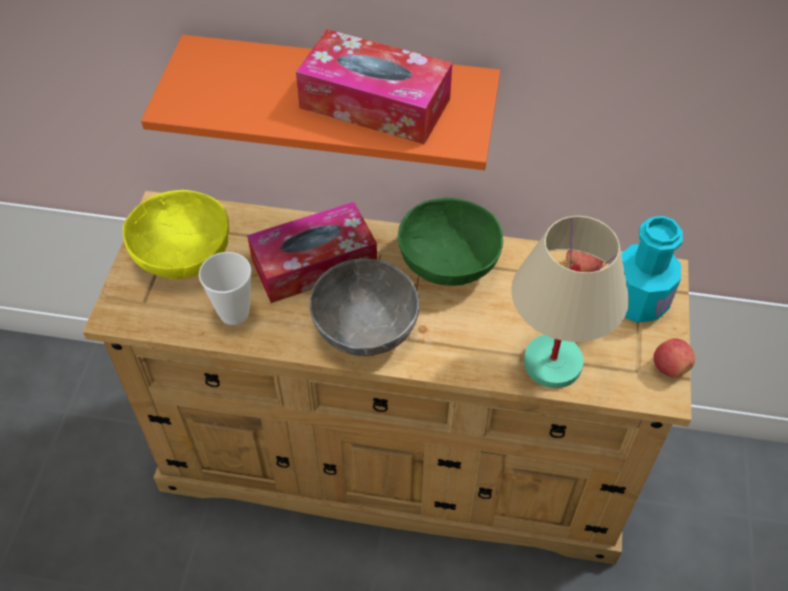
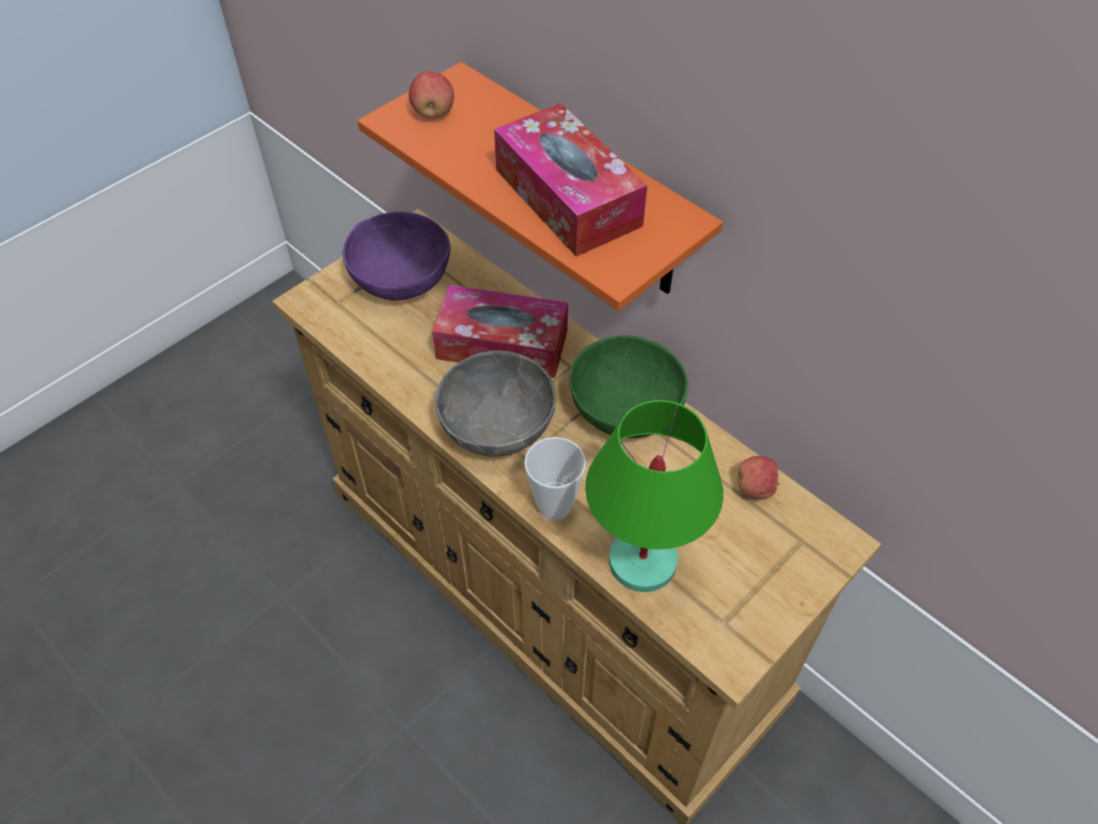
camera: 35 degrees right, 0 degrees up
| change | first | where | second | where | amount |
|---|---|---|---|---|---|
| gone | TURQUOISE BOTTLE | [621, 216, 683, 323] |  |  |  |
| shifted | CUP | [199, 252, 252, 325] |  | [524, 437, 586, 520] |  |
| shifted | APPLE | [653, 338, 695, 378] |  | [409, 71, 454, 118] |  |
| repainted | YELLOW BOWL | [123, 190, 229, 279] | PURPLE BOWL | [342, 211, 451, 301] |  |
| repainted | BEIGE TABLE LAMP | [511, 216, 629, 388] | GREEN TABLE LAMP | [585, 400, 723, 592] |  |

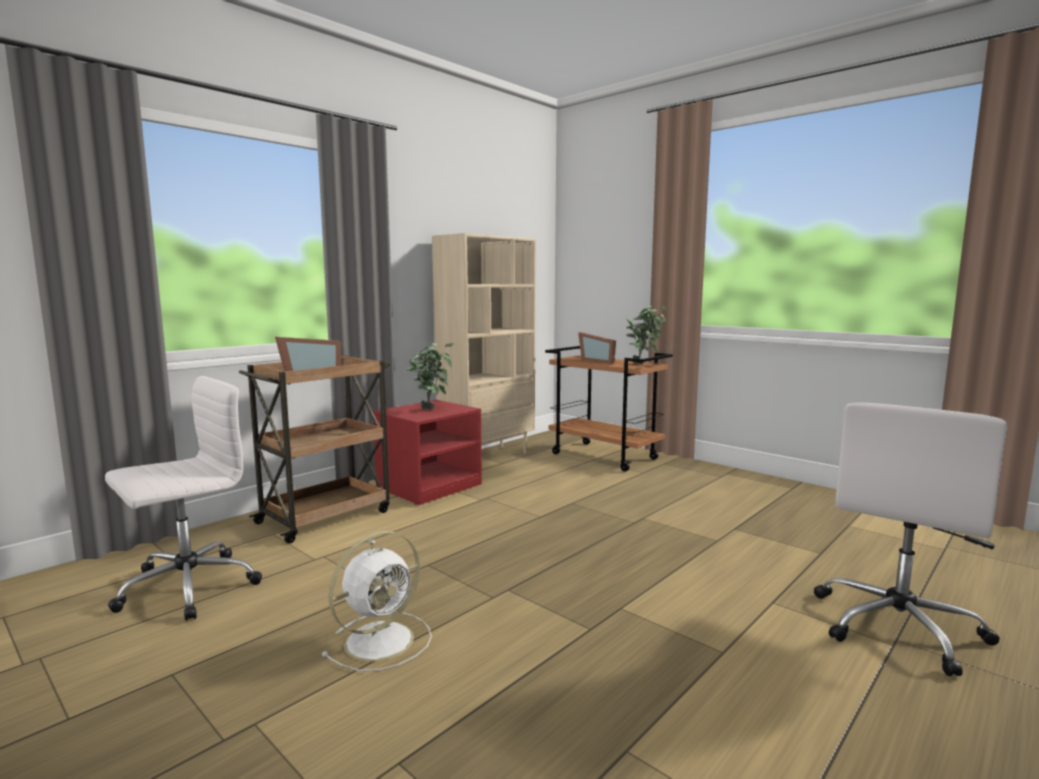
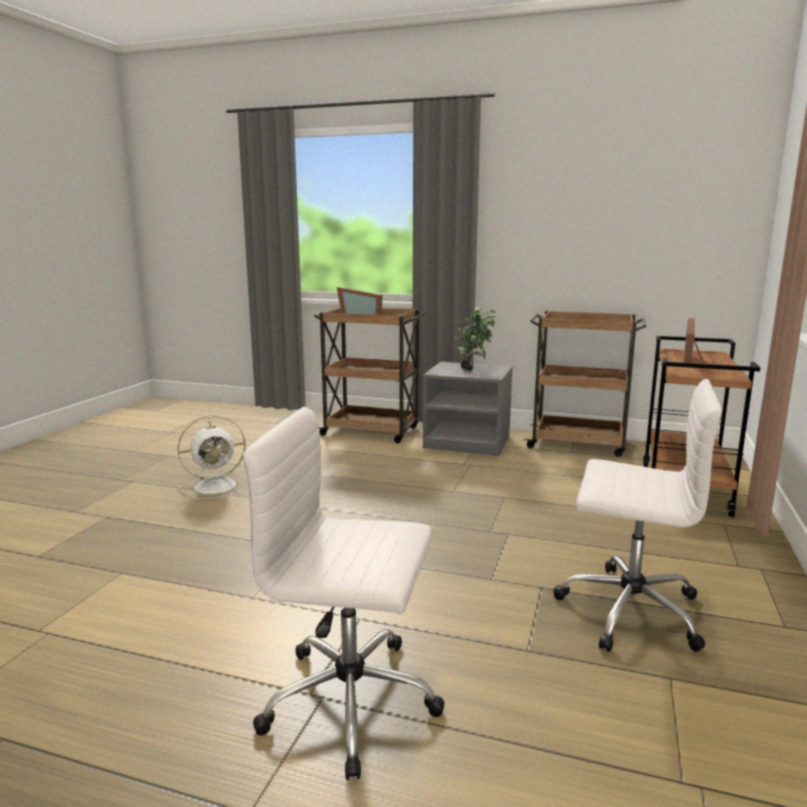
camera: 65 degrees right, 5 degrees up
| change | first | where | second | where | amount |
|---|---|---|---|---|---|
| gone | POTTED PLANT | [626, 305, 667, 364] |  |  |  |
| shifted | WHITE OFFICE CHAIR | [105, 376, 262, 621] |  | [553, 379, 722, 652] |  |
| swapped | BEIGE BOOKCASE | [432, 233, 536, 454] | BROWN CART | [524, 311, 647, 457] |  |
| repainted | RED NIGHTSTAND | [373, 400, 482, 505] | GREY NIGHTSTAND | [423, 362, 513, 456] |  |
| rotated | WHITE FAN | [321, 531, 432, 672] |  | [178, 415, 248, 499] | 45 degrees counterclockwise |

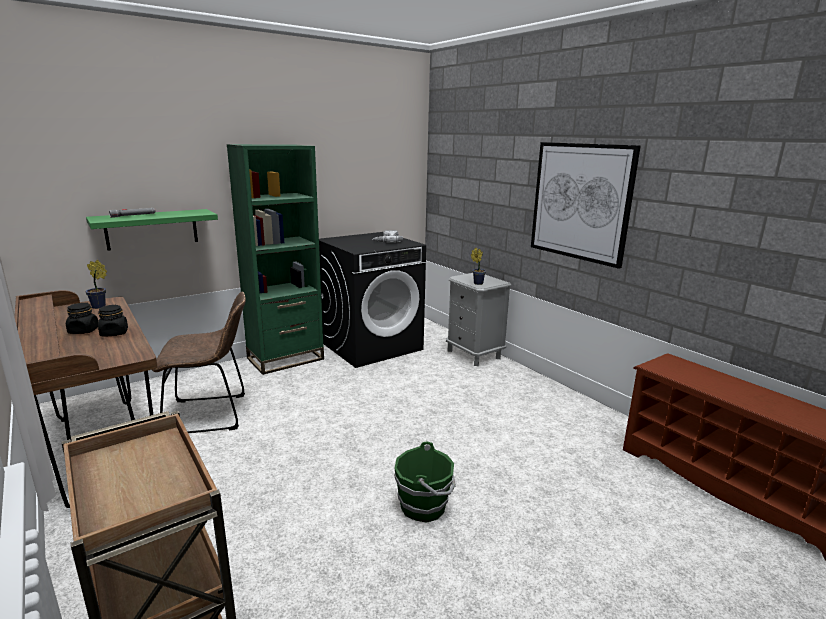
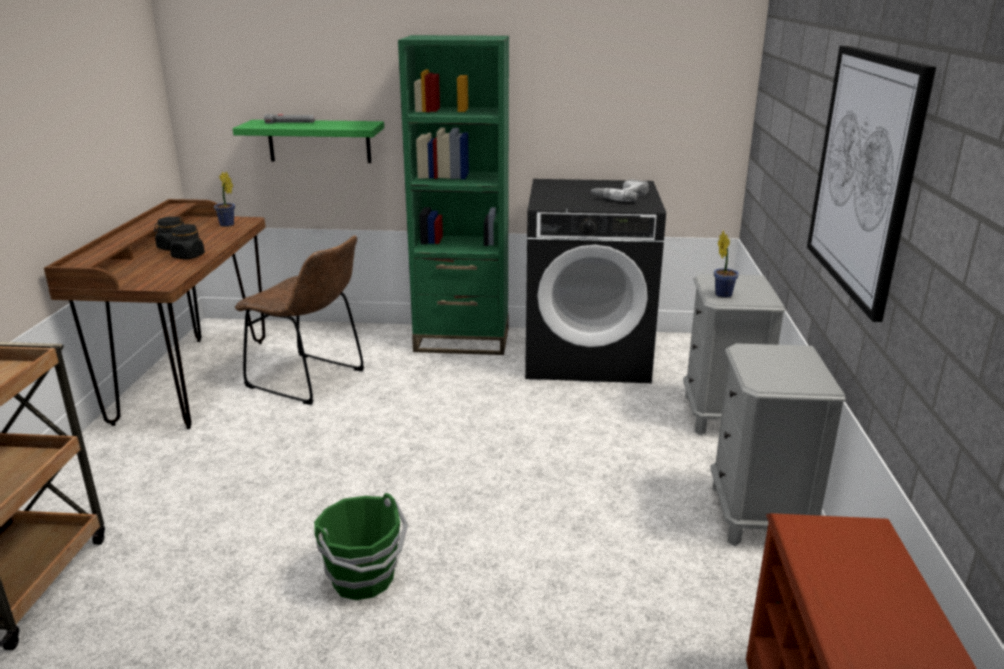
camera: 40 degrees right, 5 degrees up
| change | first | where | second | where | amount |
|---|---|---|---|---|---|
| new |  |  | GREY NIGHTSTAND | [710, 343, 846, 546] |  |

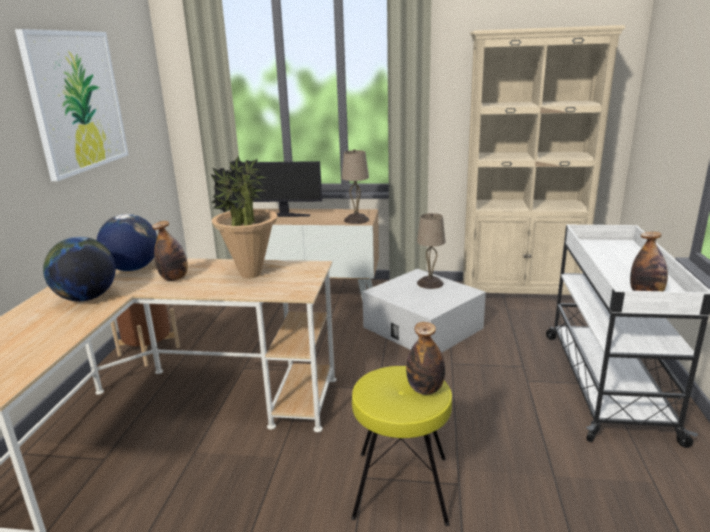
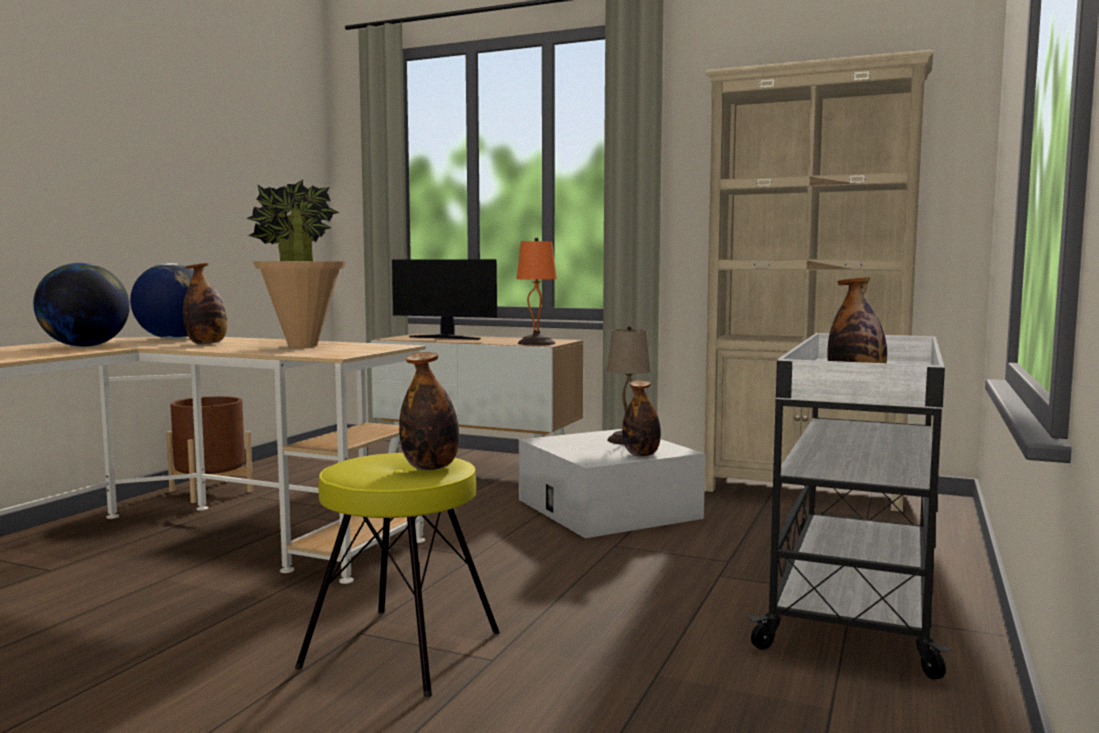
camera: 15 degrees right, 15 degrees down
| change | first | where | second | where | amount |
|---|---|---|---|---|---|
| gone | PICTURE | [15, 29, 128, 181] |  |  |  |
| new |  |  | BOTTLE | [622, 380, 661, 456] |  |
| repainted | BEIGE TABLE LAMP | [342, 149, 369, 224] | ORANGE TABLE LAMP | [517, 238, 557, 345] |  |

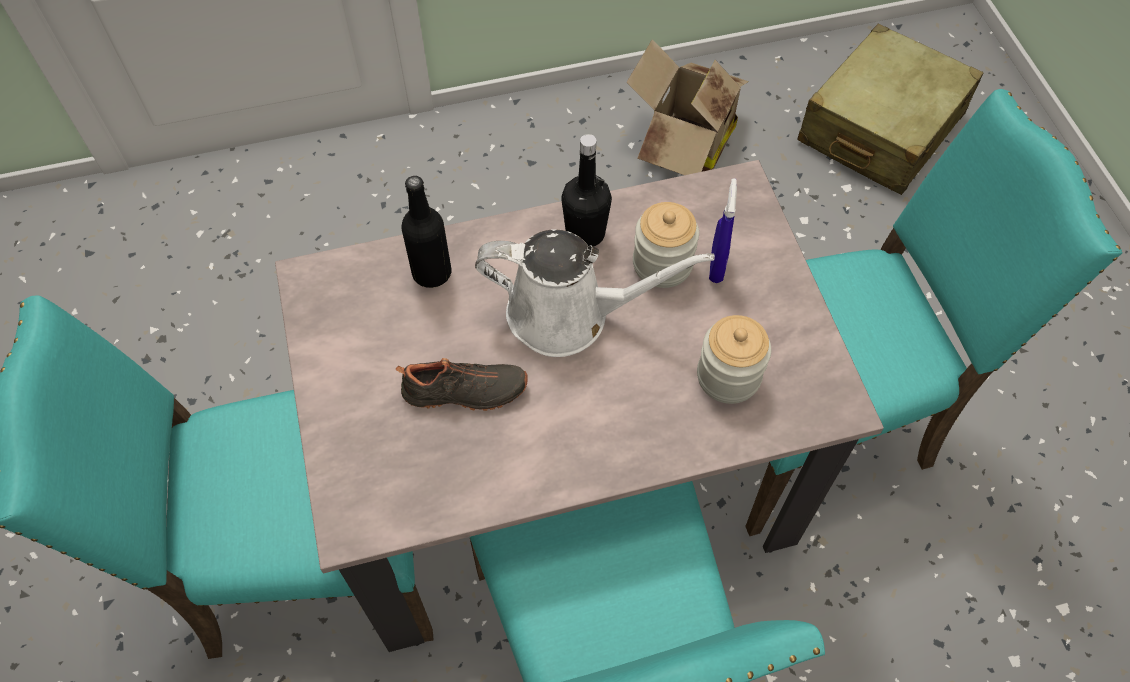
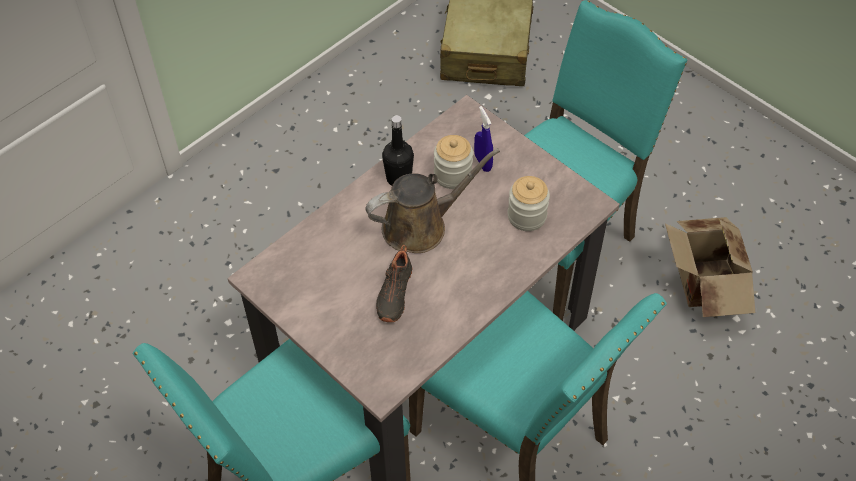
camera: 30 degrees left, 5 degrees down
| change | first | where | second | where | amount |
|---|---|---|---|---|---|
| gone | BLACK BOTTLE | [401, 176, 451, 288] |  |  |  |
| shifted | CARDBOARD BOX | [627, 39, 749, 175] |  | [665, 217, 755, 317] |  |
| repainted | WHITE WATERING CAN | [475, 229, 715, 357] | BROWN WATERING CAN | [365, 148, 500, 253] |  |
| rotated | BLACK SHOE | [395, 358, 528, 411] |  | [376, 245, 413, 322] | 135 degrees clockwise |

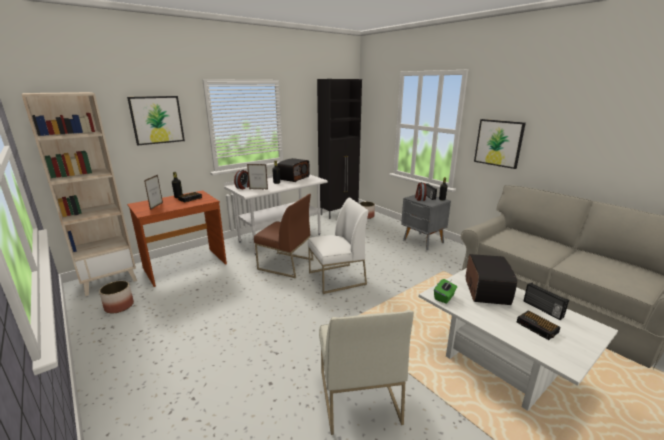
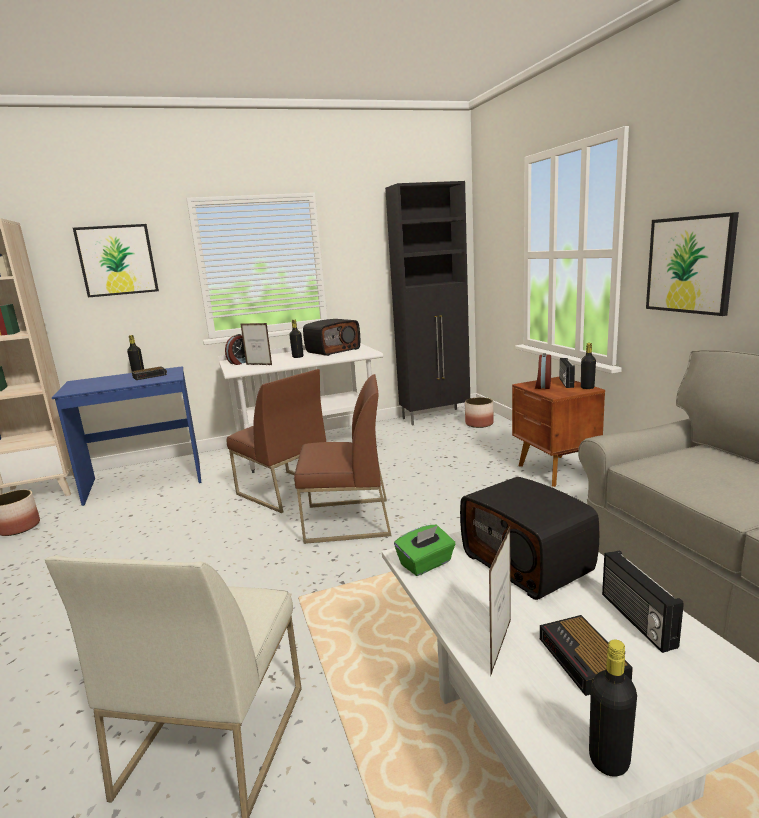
camera: 20 degrees right, 5 degrees down
| change | first | where | second | where | amount |
|---|---|---|---|---|---|
| new |  |  | BLACK BOTTLE | [589, 640, 637, 777] |  |
| shifted | PICTURE FRAME | [144, 175, 163, 210] |  | [489, 526, 511, 675] |  |
| repainted | BROWN DESK | [127, 191, 227, 287] | BLUE DESK | [52, 366, 201, 506] |  |
| repainted | WHITE CHAIR | [308, 197, 369, 294] | BROWN CHAIR | [294, 374, 391, 544] |  |
| repainted | GREY NIGHTSTAND | [401, 195, 451, 250] | BROWN NIGHTSTAND | [512, 377, 605, 487] |  |
| rotated | RADIO | [466, 254, 517, 305] |  | [460, 477, 599, 600] | 120 degrees clockwise |

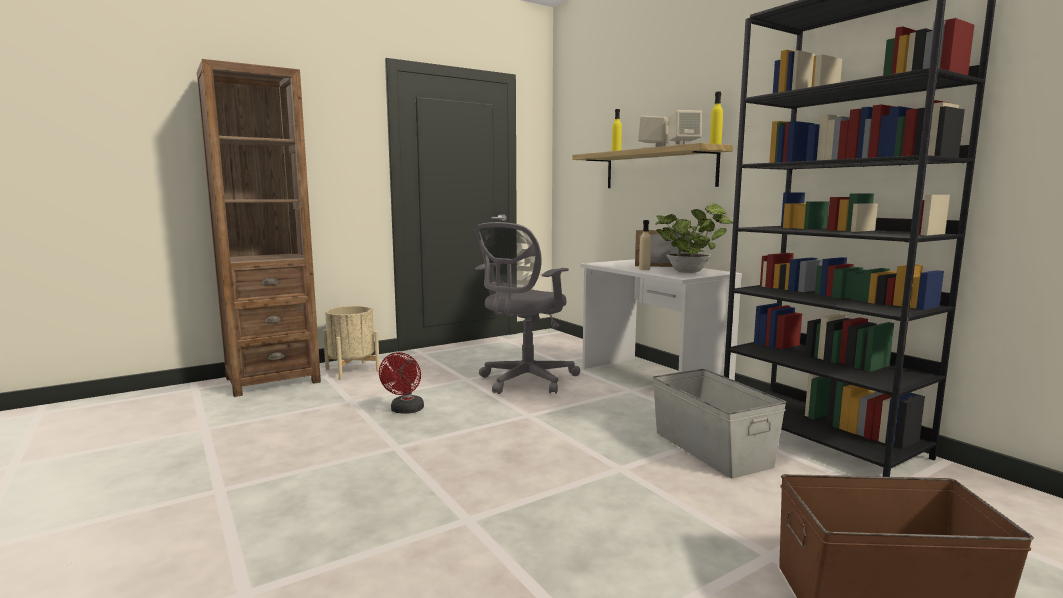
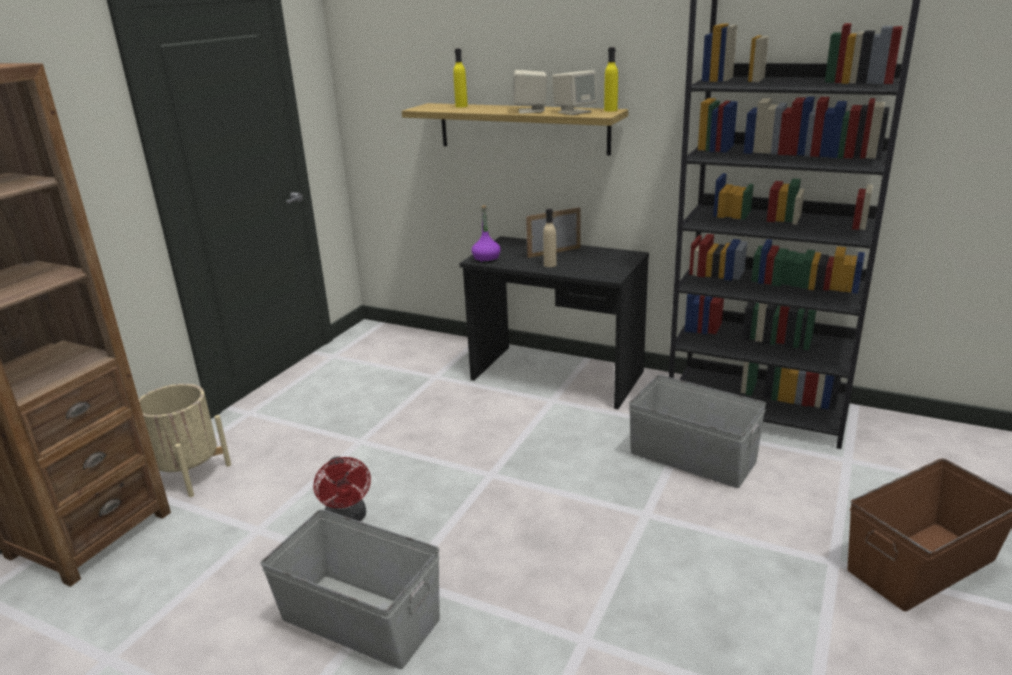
camera: 30 degrees left, 15 degrees up
| change | first | where | second | where | amount |
|---|---|---|---|---|---|
| gone | GREY OFFICE CHAIR | [475, 222, 580, 394] |  |  |  |
| gone | POTTED PLANT | [655, 204, 733, 273] |  |  |  |
| new |  |  | GREY STORAGE BOX | [260, 509, 440, 669] |  |
| new |  |  | PURPLE BOTTLE | [472, 205, 501, 263] |  |
| repainted | WHITE DESK | [580, 259, 742, 381] | BLACK DESK | [460, 236, 649, 409] |  |

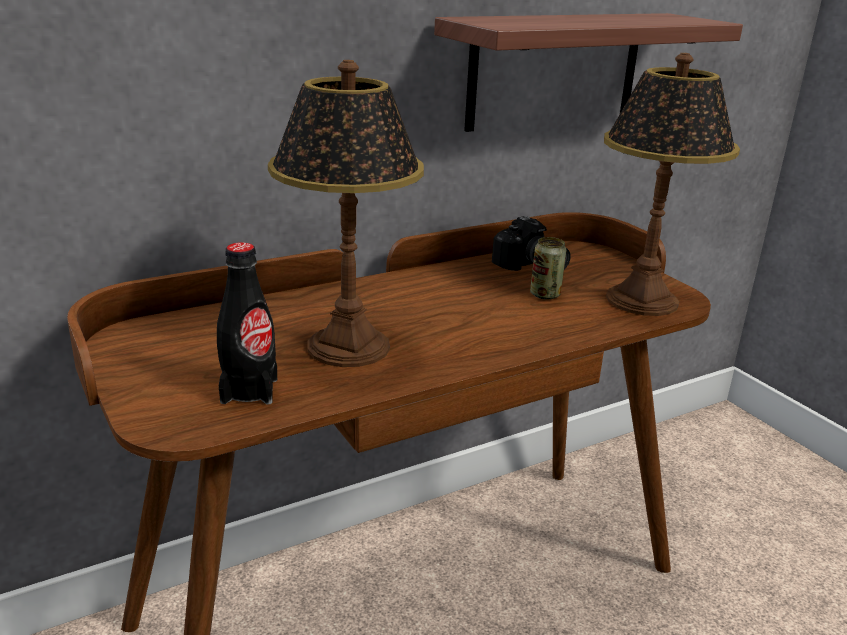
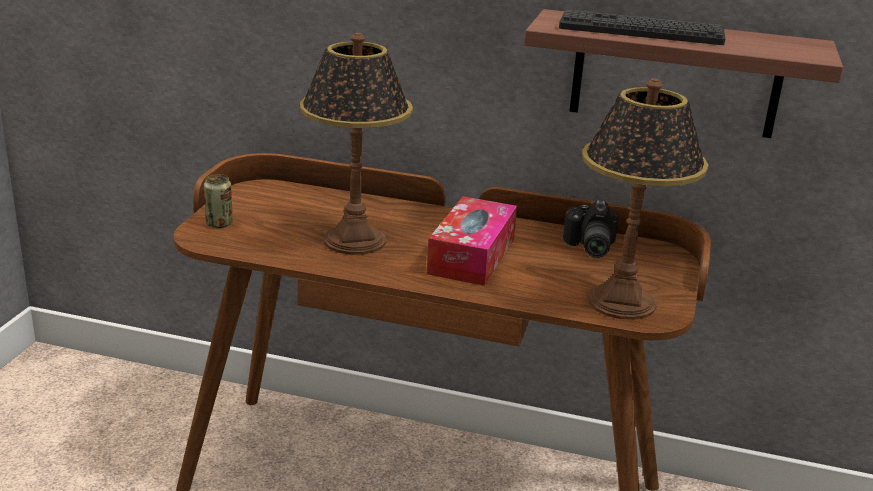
camera: 45 degrees right, 0 degrees up
| change | first | where | second | where | amount |
|---|---|---|---|---|---|
| gone | BLACK BOTTLE | [217, 242, 277, 404] |  |  |  |
| new |  |  | TISSUE BOX | [427, 196, 517, 286] |  |
| new |  |  | KEYBOARD | [559, 10, 726, 45] |  |
| shifted | CAN | [530, 237, 566, 300] |  | [204, 174, 233, 228] |  |

